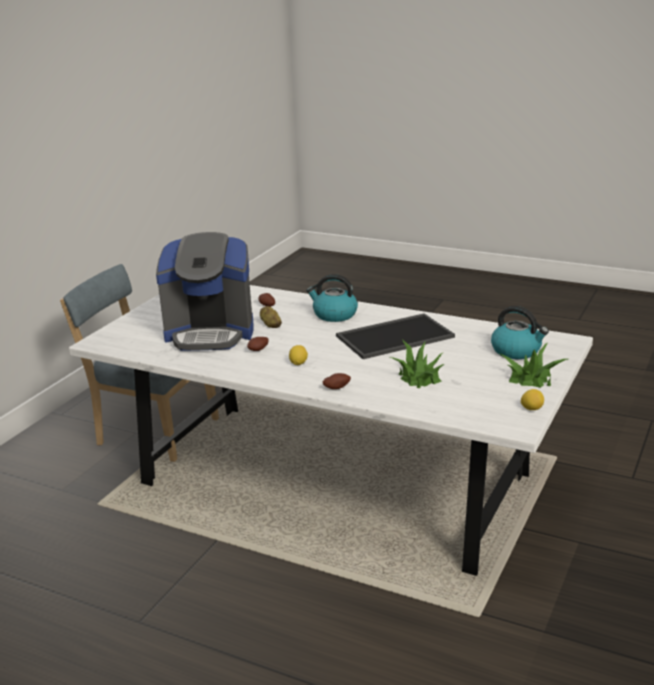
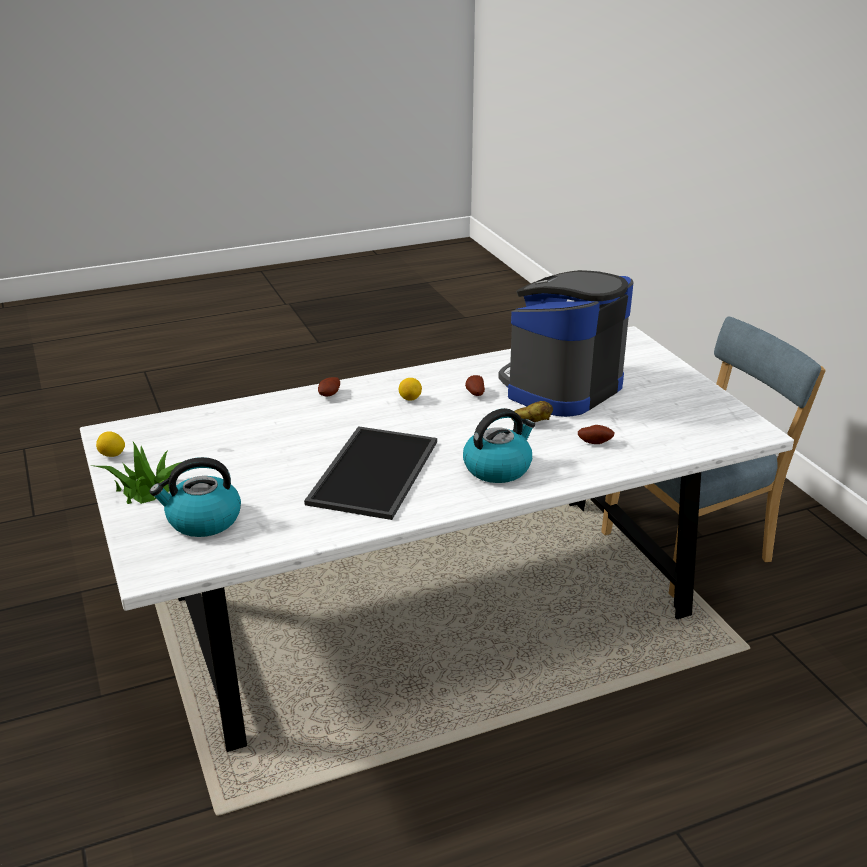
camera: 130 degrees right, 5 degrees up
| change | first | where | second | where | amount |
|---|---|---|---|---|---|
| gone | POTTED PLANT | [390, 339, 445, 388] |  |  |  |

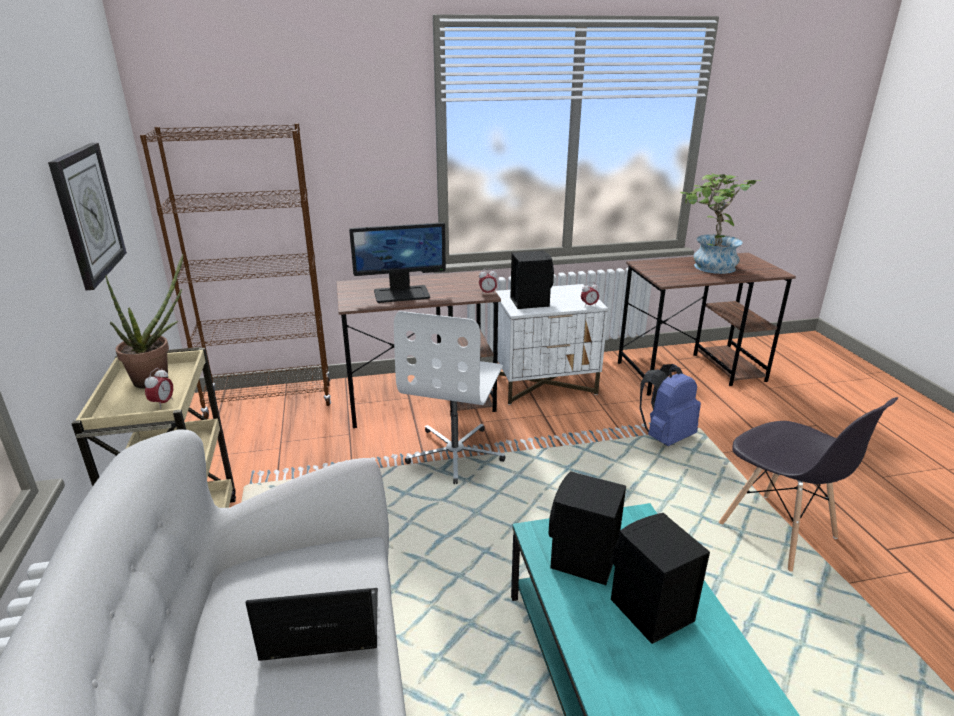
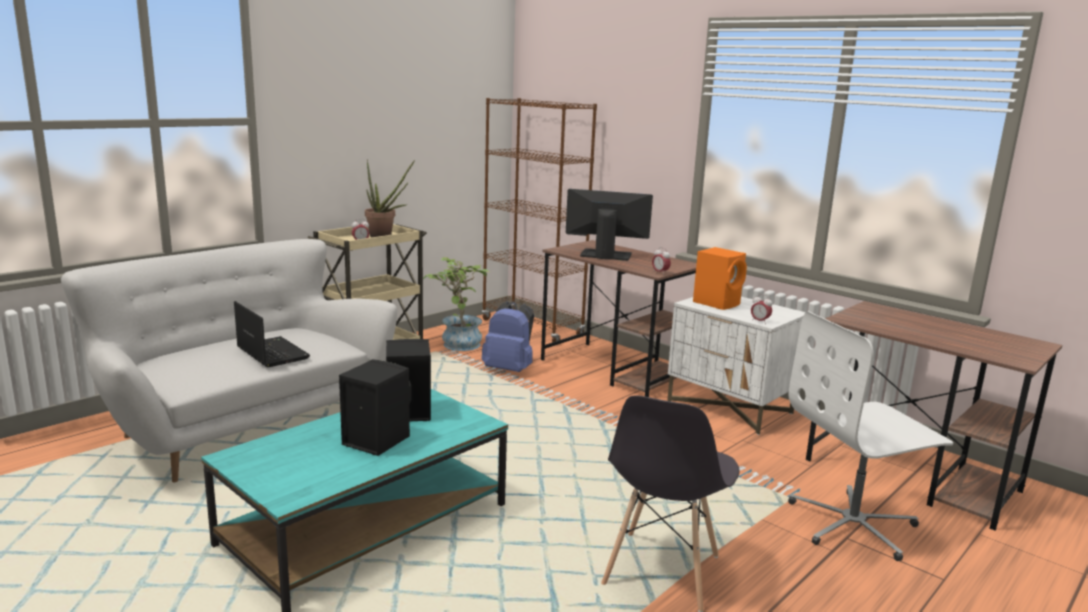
camera: 55 degrees right, 10 degrees down
| change | first | where | second | where | amount |
|---|---|---|---|---|---|
| gone | WALL CLOCK | [48, 143, 127, 290] |  |  |  |
| shifted | WHITE OFFICE CHAIR | [394, 311, 505, 484] |  | [788, 311, 953, 561] |  |
| shifted | BLUE BACKPACK | [640, 364, 701, 446] |  | [482, 301, 534, 372] |  |
| shifted | POTTED PLANT | [680, 173, 761, 274] |  | [423, 257, 490, 351] |  |
| repainted | BLACK SPEAKER | [510, 250, 554, 309] | ORANGE SPEAKER | [693, 247, 747, 310] |  |
| rotated | MONITOR | [349, 222, 446, 303] |  | [566, 189, 653, 261] | 150 degrees clockwise |

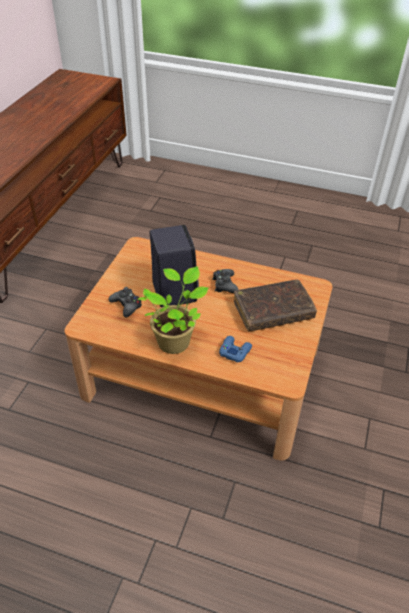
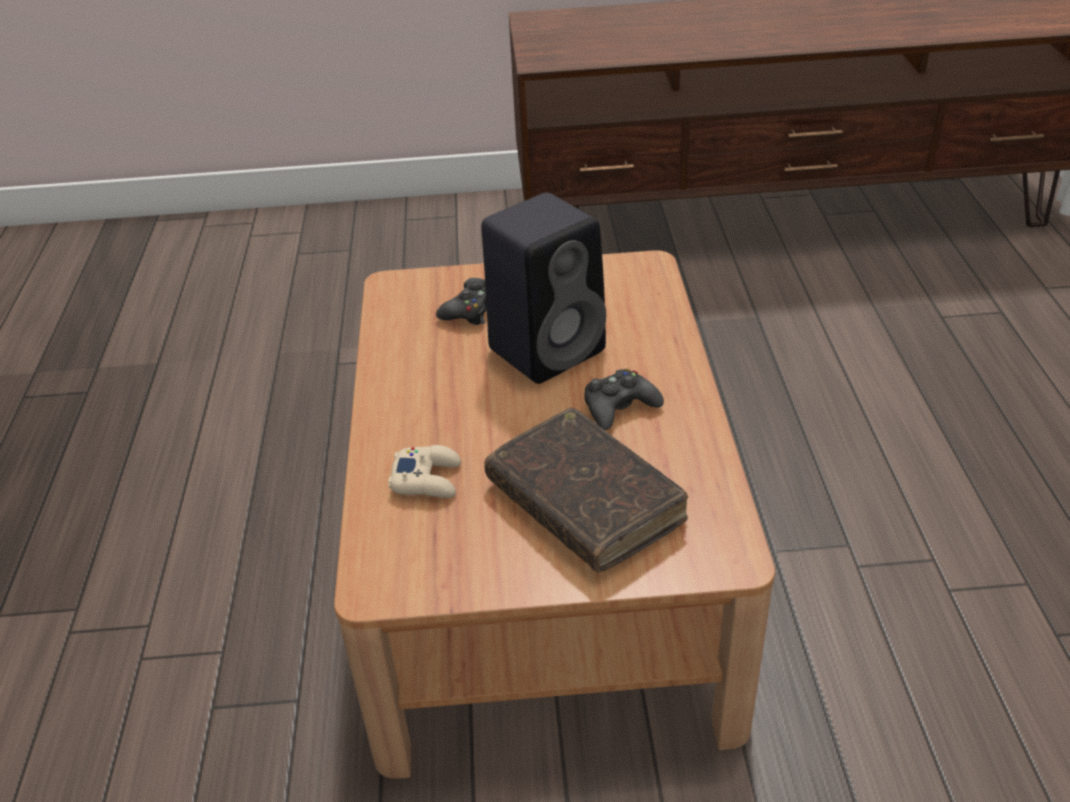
camera: 70 degrees right, 5 degrees down
| change | first | where | second | where | amount |
|---|---|---|---|---|---|
| gone | POTTED PLANT | [138, 266, 209, 354] |  |  |  |
| repainted | BLUE GAME CONTROLLER | [219, 336, 252, 363] | BEIGE GAME CONTROLLER | [388, 445, 461, 498] |  |

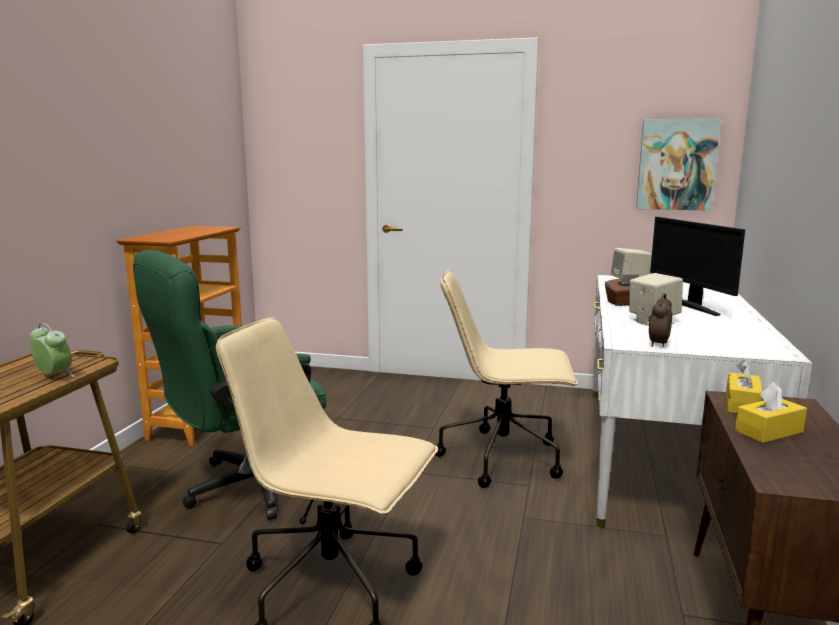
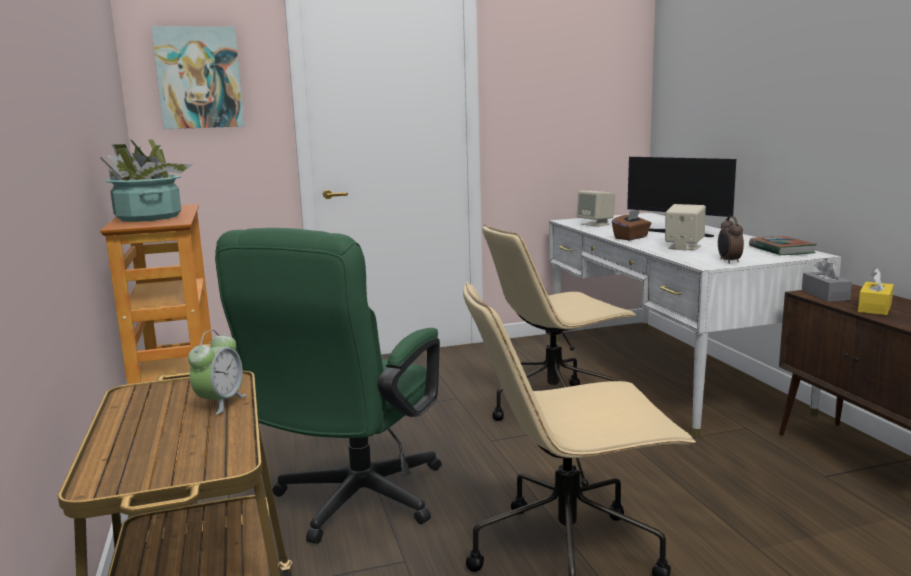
camera: 30 degrees left, 0 degrees up
| change | first | where | second | where | amount |
|---|---|---|---|---|---|
| new |  |  | POTTED PLANT | [101, 139, 194, 222] |  |
| new |  |  | BOOK | [749, 236, 817, 256] |  |
| shifted | PICTURE | [636, 118, 721, 211] |  | [151, 26, 245, 129] |  |
| repainted | YELLOW TISSUE BOX | [726, 360, 762, 413] | GREY TISSUE BOX | [802, 258, 852, 302] |  |
| rotated | ALARM CLOCK | [29, 323, 75, 377] |  | [188, 330, 247, 414] | 105 degrees clockwise |

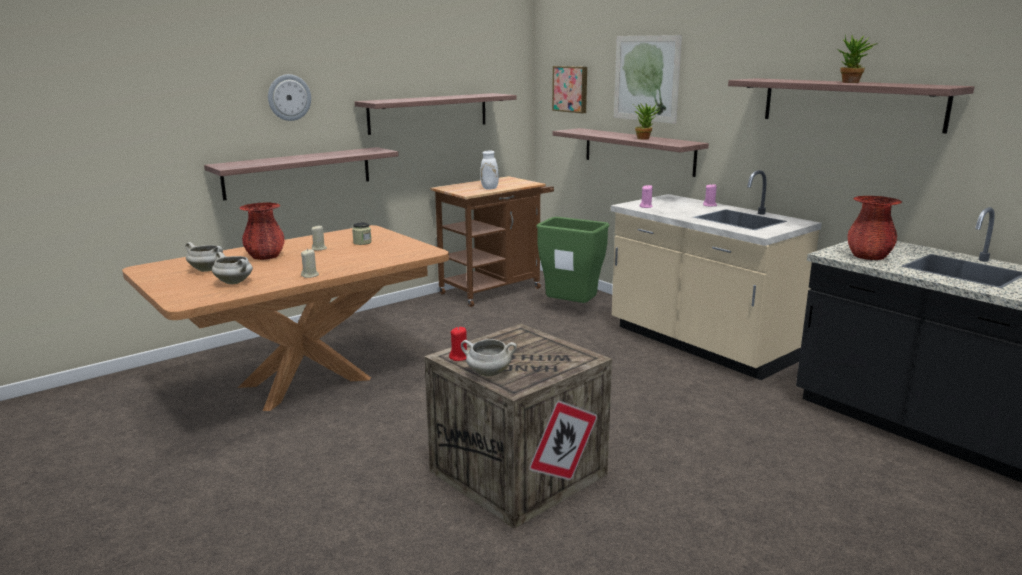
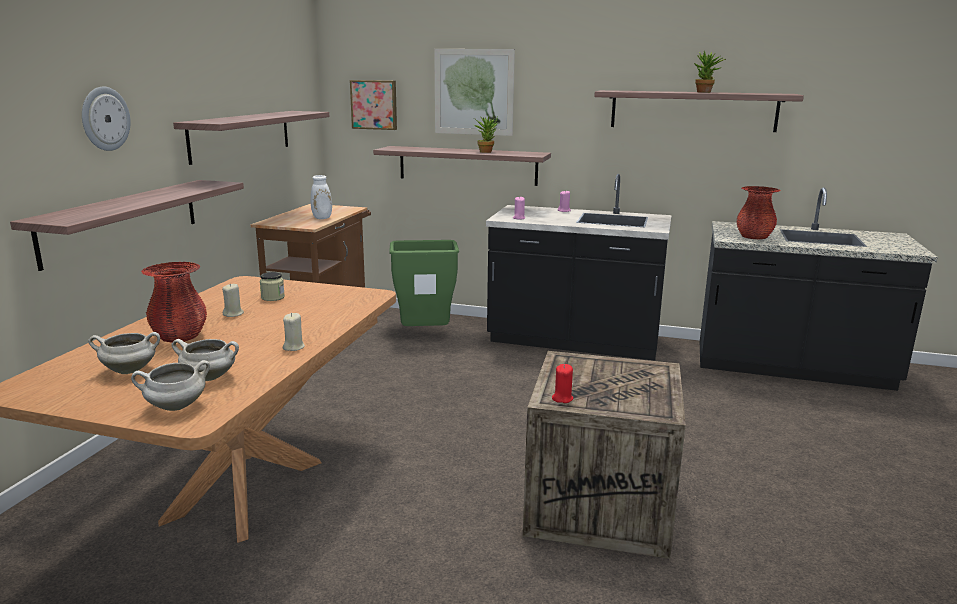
camera: 35 degrees left, 0 degrees up
| change | first | where | second | where | amount |
|---|---|---|---|---|---|
| shifted | WHITE COOKING POT | [461, 339, 517, 377] |  | [131, 360, 210, 411] |  |
| repainted | BEIGE COUNTER | [611, 170, 822, 380] | BLACK COUNTER | [486, 174, 672, 361] |  |

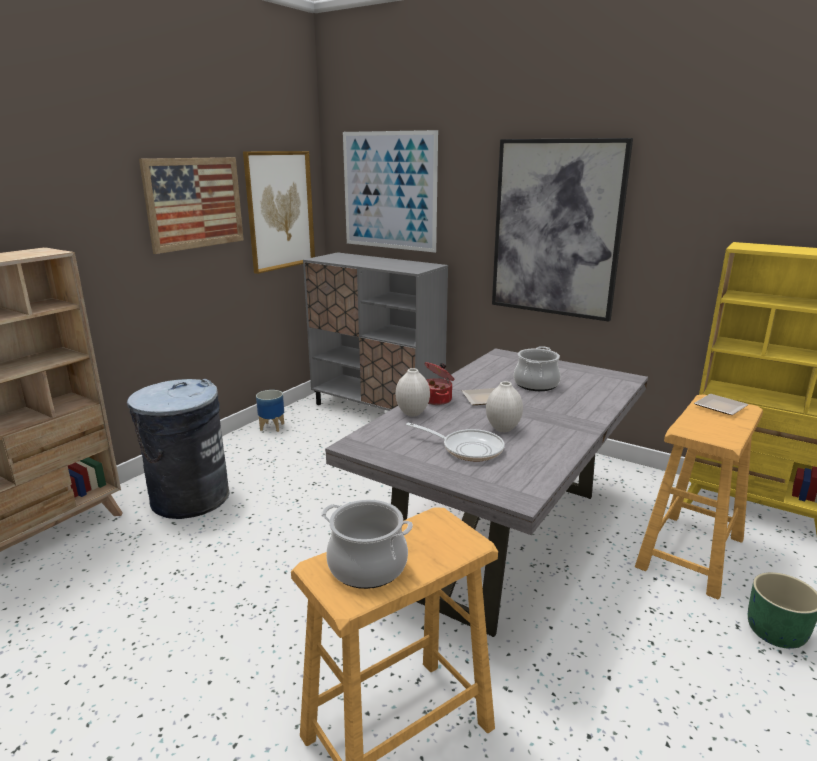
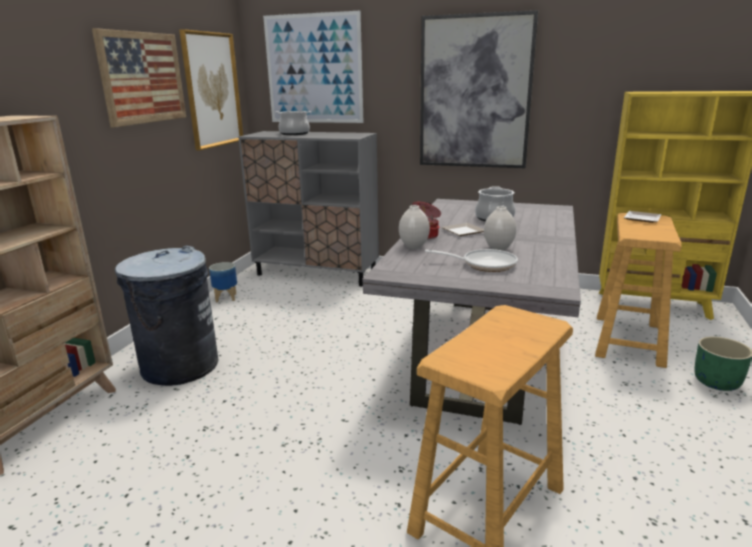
camera: 15 degrees left, 0 degrees up
| change | first | where | second | where | amount |
|---|---|---|---|---|---|
| shifted | COOKING POT | [322, 500, 413, 589] |  | [275, 111, 311, 135] |  |

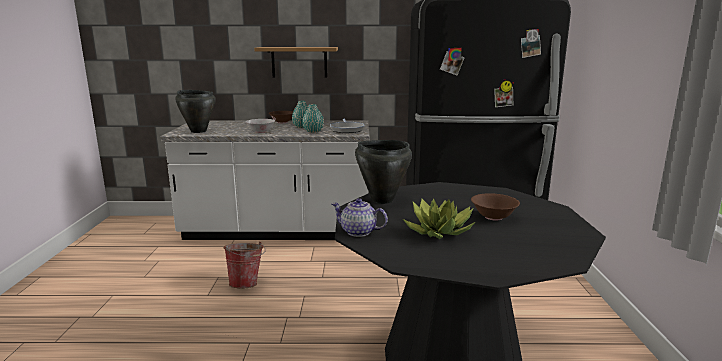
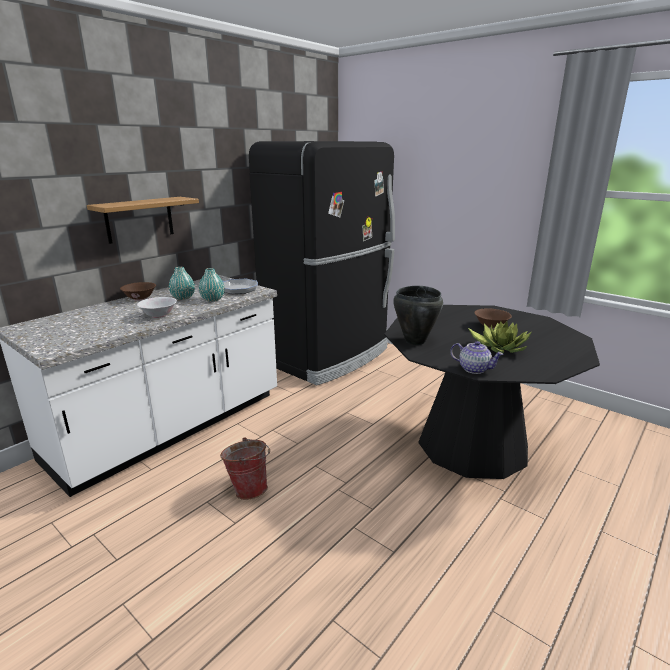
camera: 50 degrees left, 5 degrees up
| change | first | where | second | where | amount |
|---|---|---|---|---|---|
| gone | BLACK COOKING POT | [175, 90, 216, 133] |  |  |  |
| rotated | TEAPOT | [331, 198, 388, 237] |  | [450, 341, 504, 374] | 120 degrees counterclockwise |

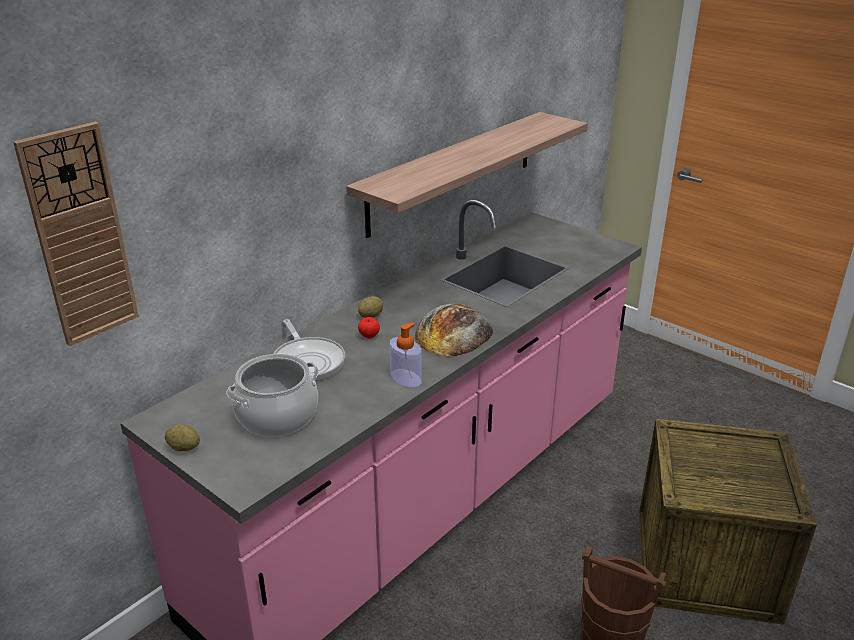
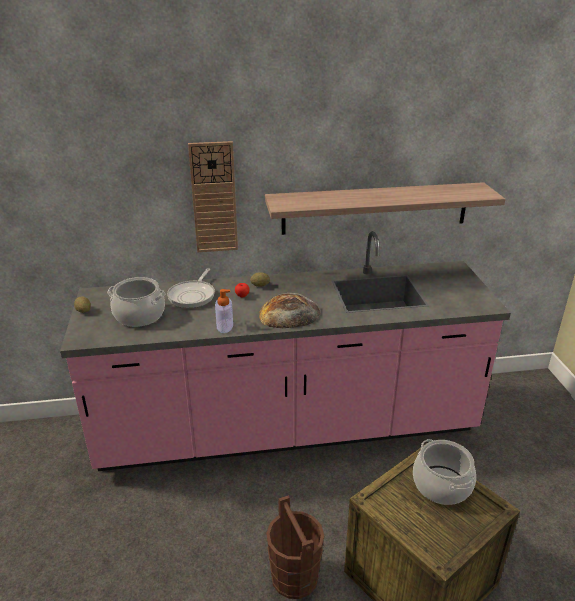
camera: 40 degrees right, 0 degrees up
| change | first | where | second | where | amount |
|---|---|---|---|---|---|
| new |  |  | COOKING POT | [413, 439, 476, 505] |  |
| shifted | WALL CLOCK | [13, 122, 139, 346] |  | [188, 141, 238, 252] |  |

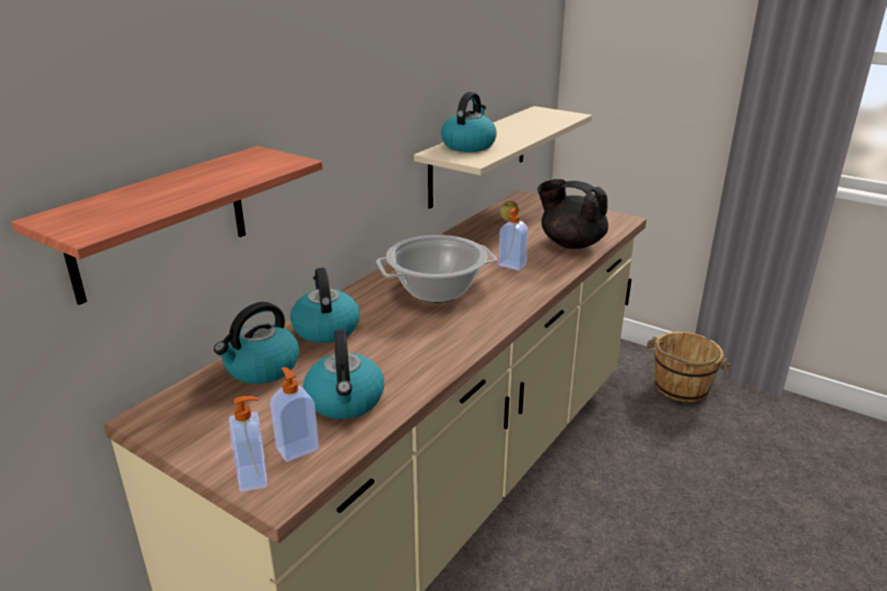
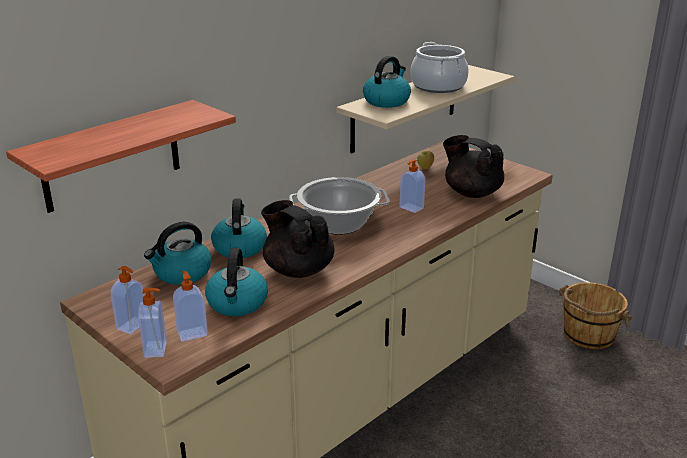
camera: 10 degrees right, 0 degrees up
| change | first | where | second | where | amount |
|---|---|---|---|---|---|
| new |  |  | SOAP DISPENSER | [110, 266, 145, 334] |  |
| new |  |  | BLACK TEAPOT | [261, 200, 334, 278] |  |
| new |  |  | COOKING POT | [410, 42, 469, 93] |  |

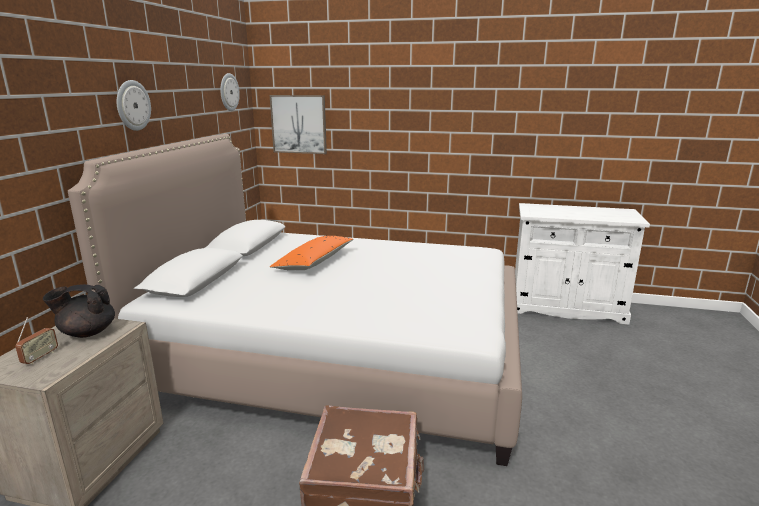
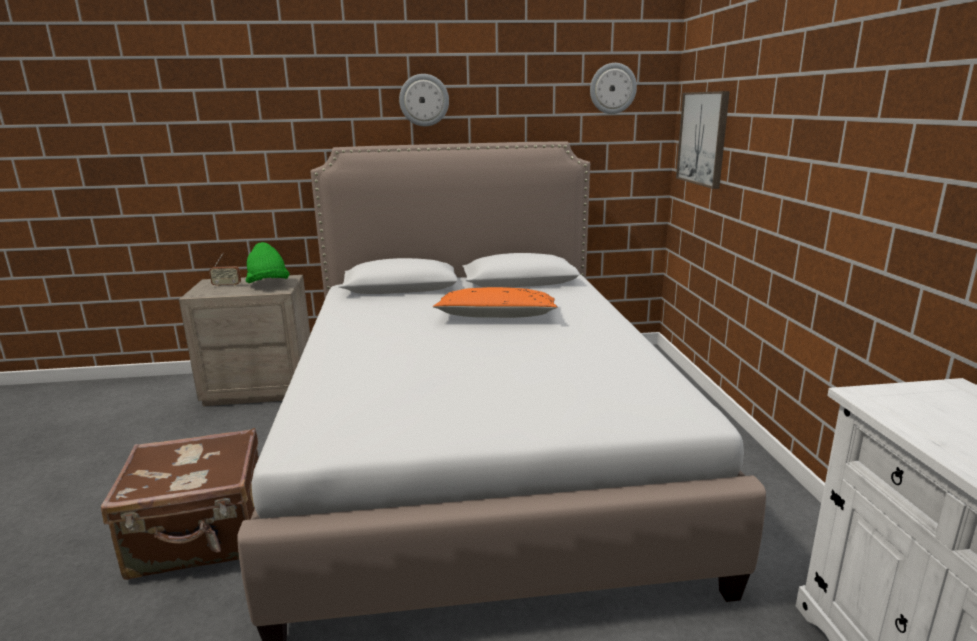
camera: 70 degrees right, 0 degrees up
| change | first | where | second | where | amount |
|---|---|---|---|---|---|
| swapped | BLACK TEAPOT | [43, 284, 115, 338] | GREEN HAT | [246, 242, 290, 283] |  |

